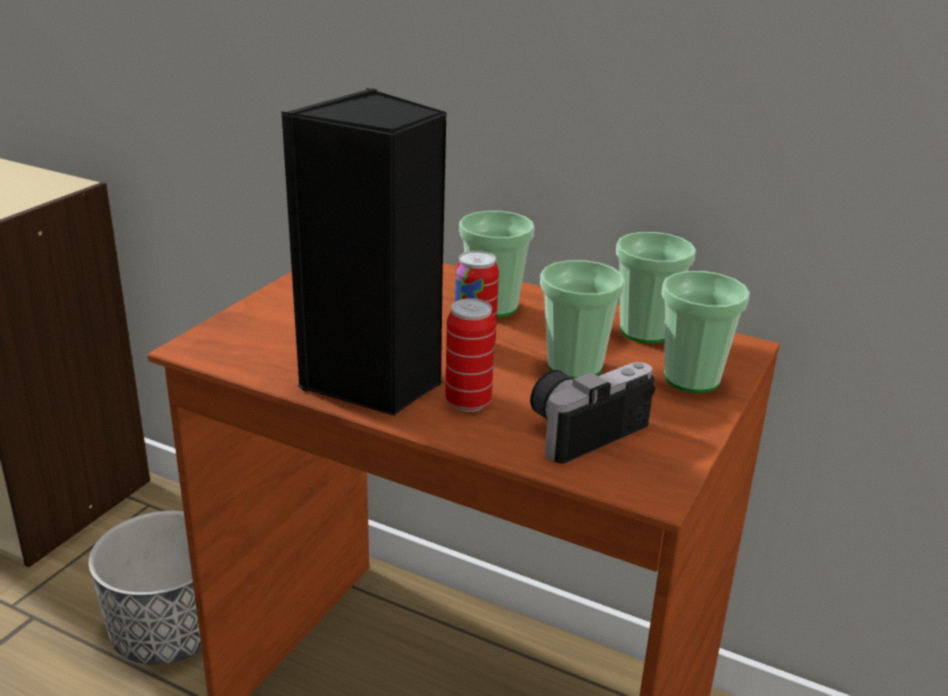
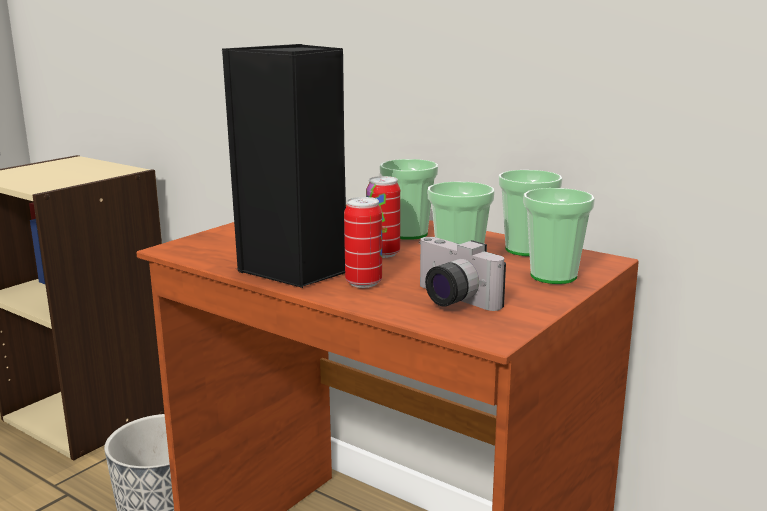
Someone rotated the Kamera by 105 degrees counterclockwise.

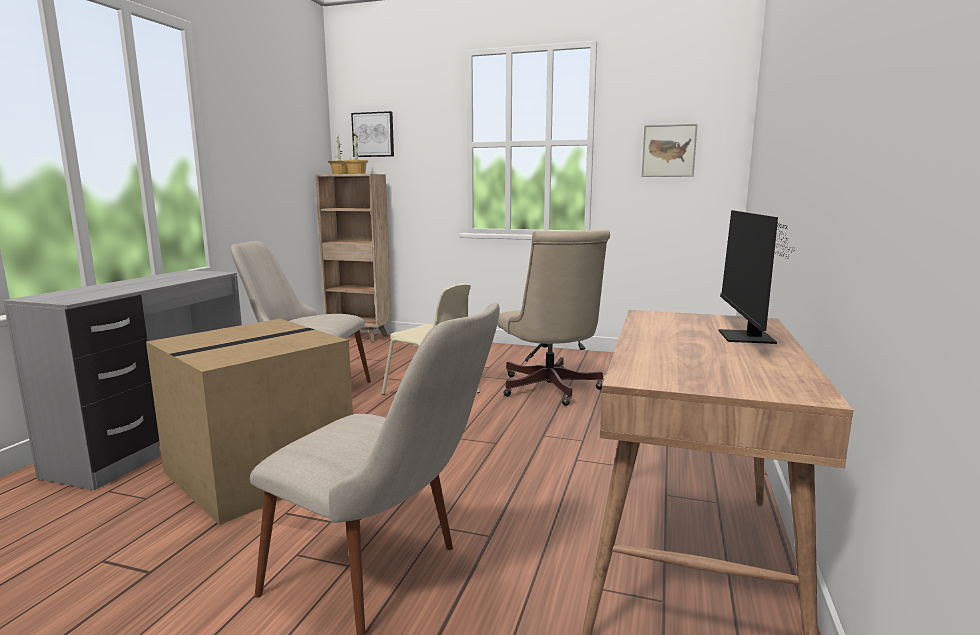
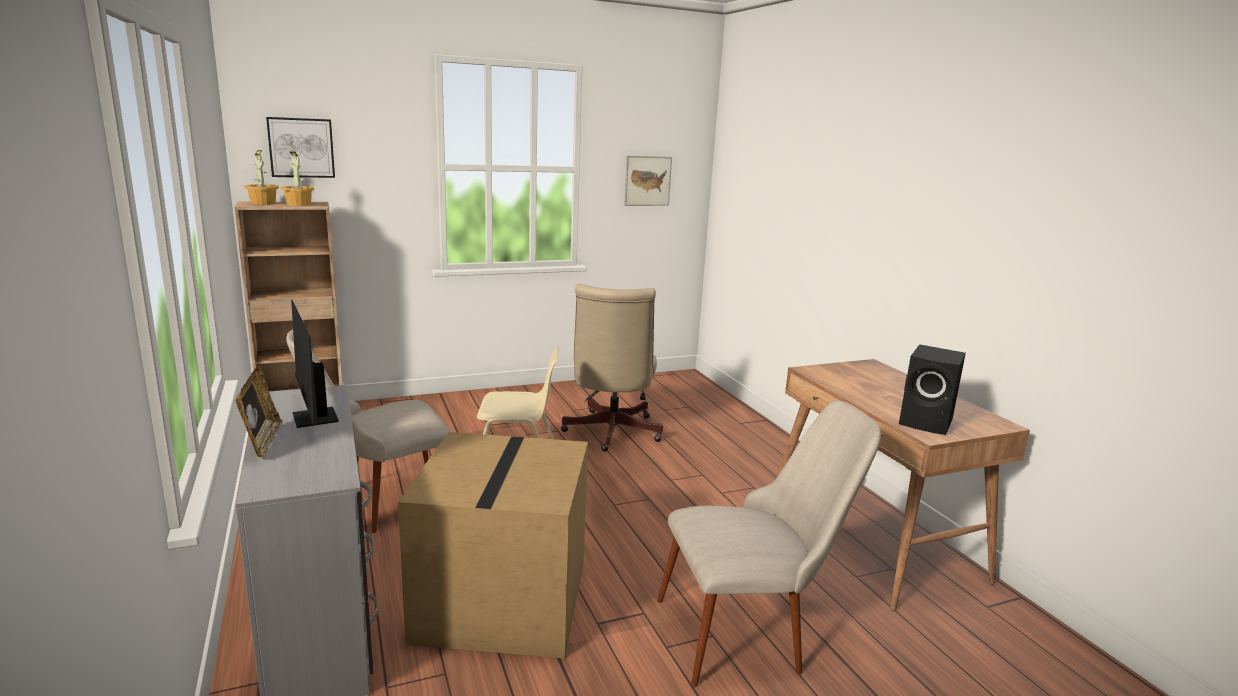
Someone rotated the Bürostuhl [beige] by 60 degrees clockwise. Someone carried the Monitor. Someone put down the Bilderrahmen. Someone put down the Lautsprecher [schwarz].

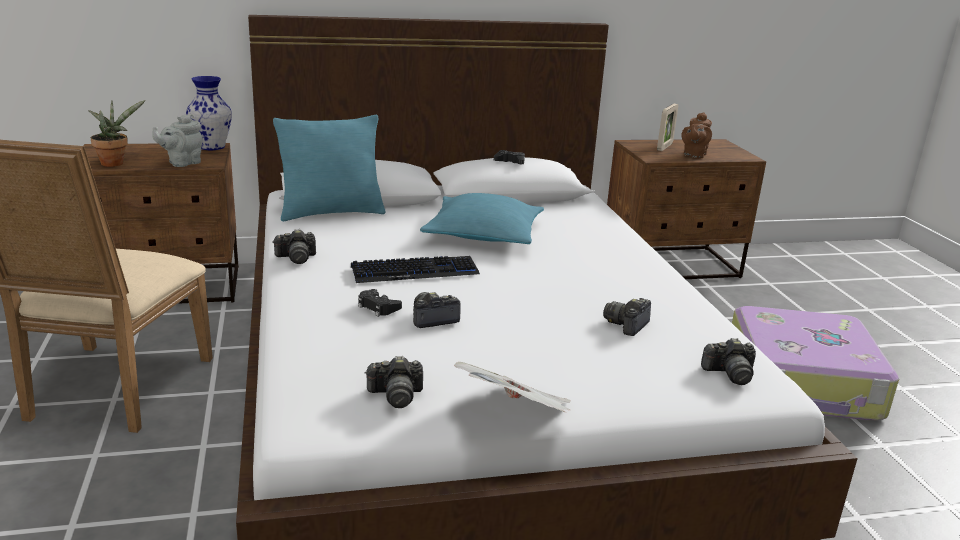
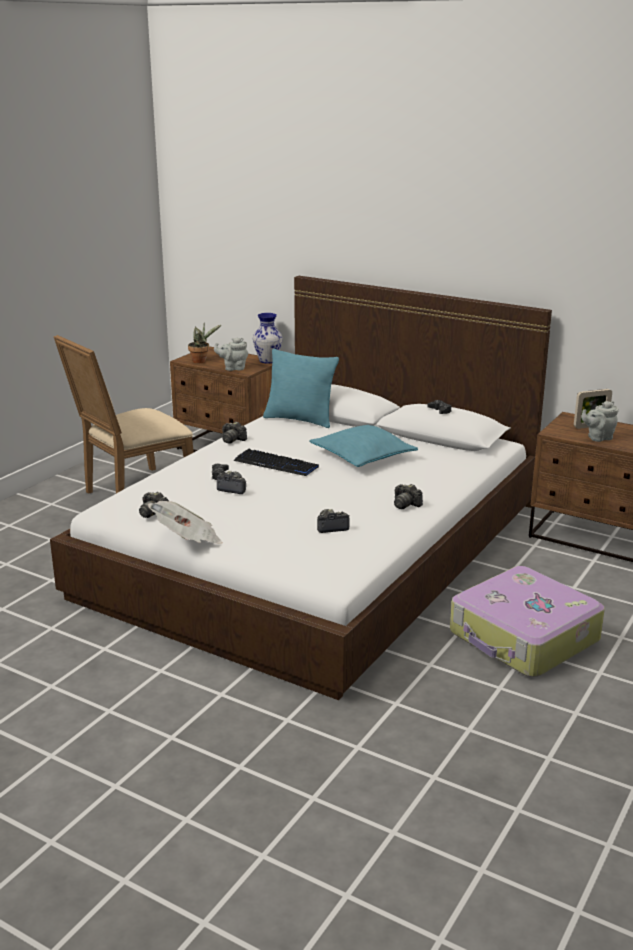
Someone repainted the Teekanne [braun], which became the Teekanne [grau] (no. 2 from left). Someone carried the Kamera (no. 5 from left).

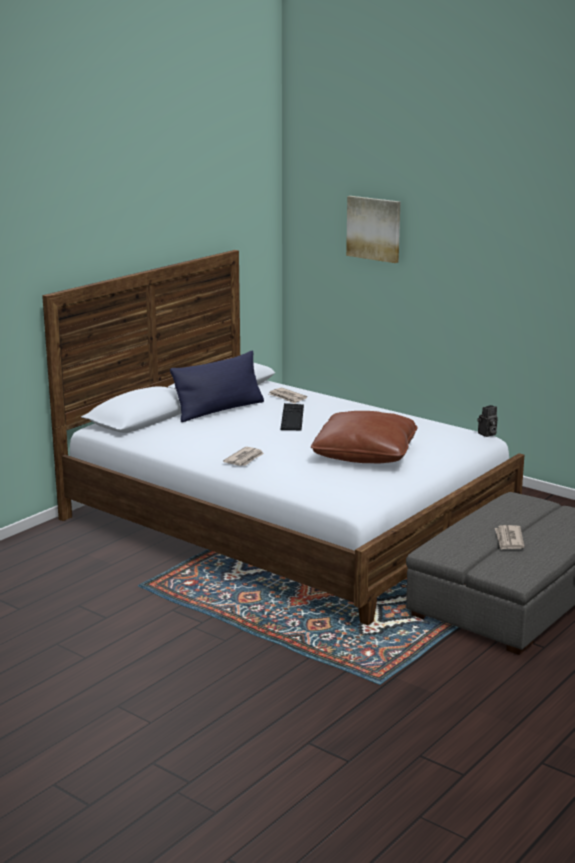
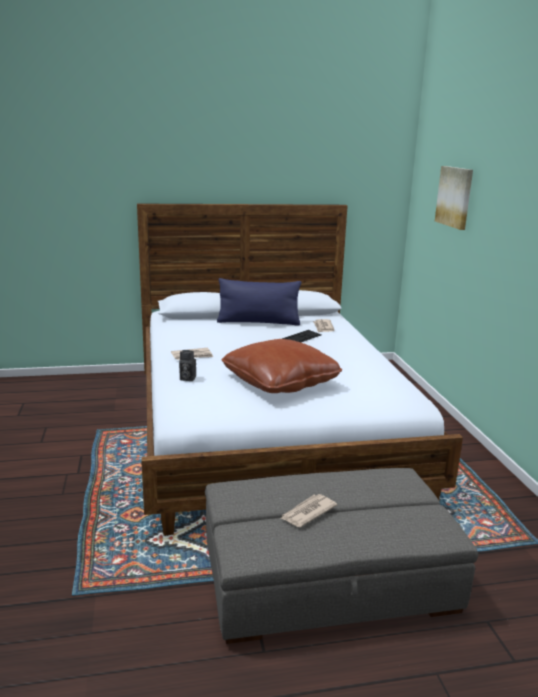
Someone carried the Kamera.

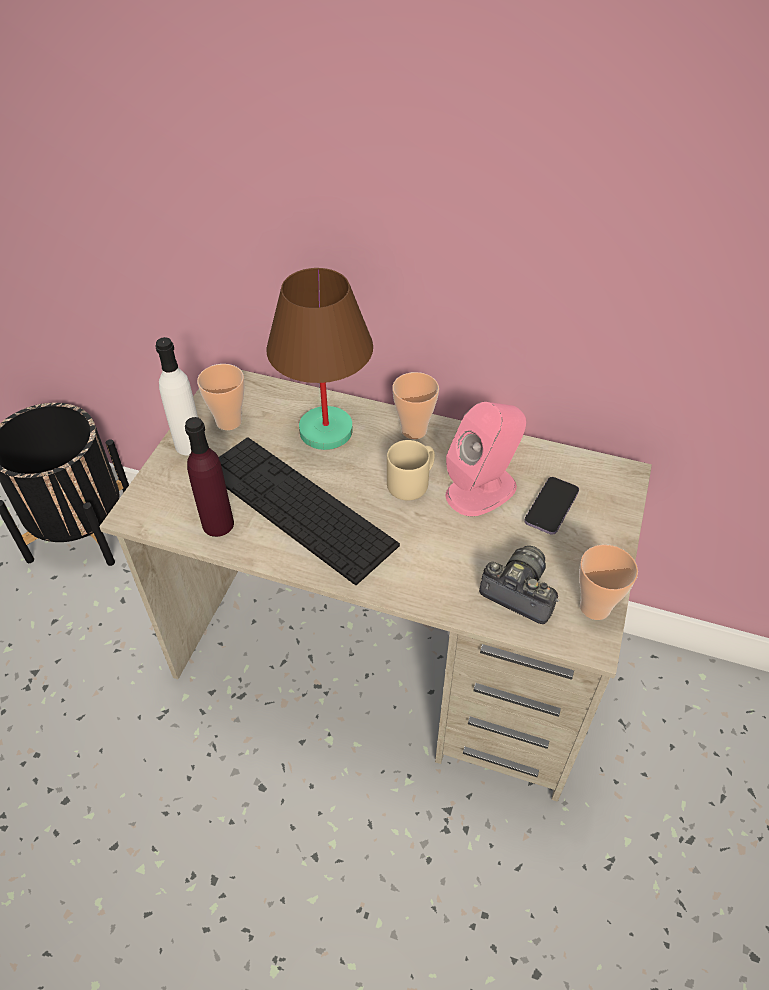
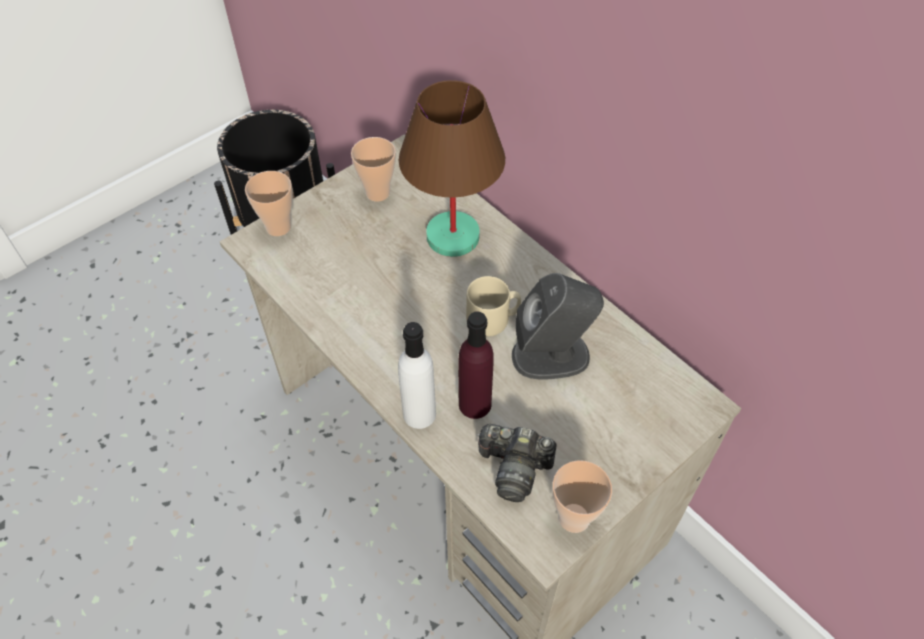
Someone carried the Flasche [weiß]. Someone carried the Flasche [lila]. Someone took away the Tastatur. Someone carried the Tasse (no. 2 from left in the first image). Someone repainted the Lautsprecher [rosa], which became the Lautsprecher [grau]. Someone rotated the Kamera by 135 degrees clockwise. Someone took away the Handy.

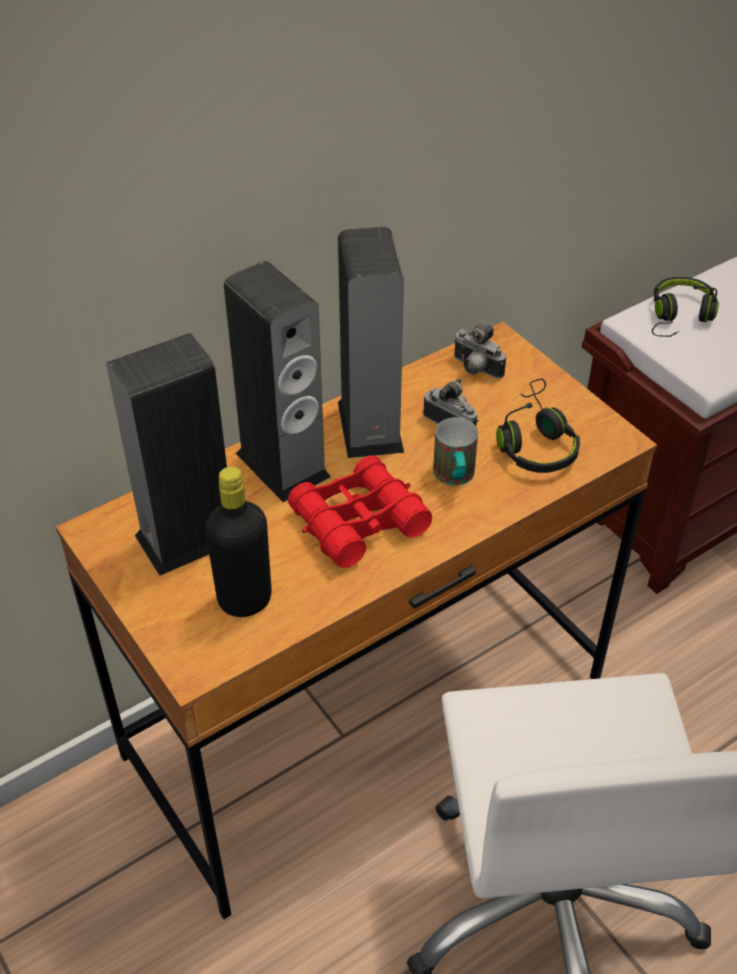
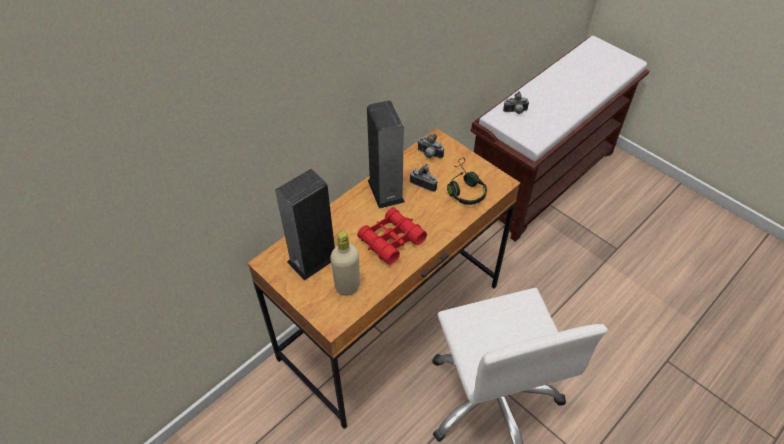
Someone repainted the Flasche [schwarz], which became the Flasche [beige]. Someone took away the Lautsprecher (no. 2 from left). Someone took away the Henkelbecher. Someone swapped the Kopfhörer [schwarz] (no. 2 from left) for the Kamera (no. 3 from left).

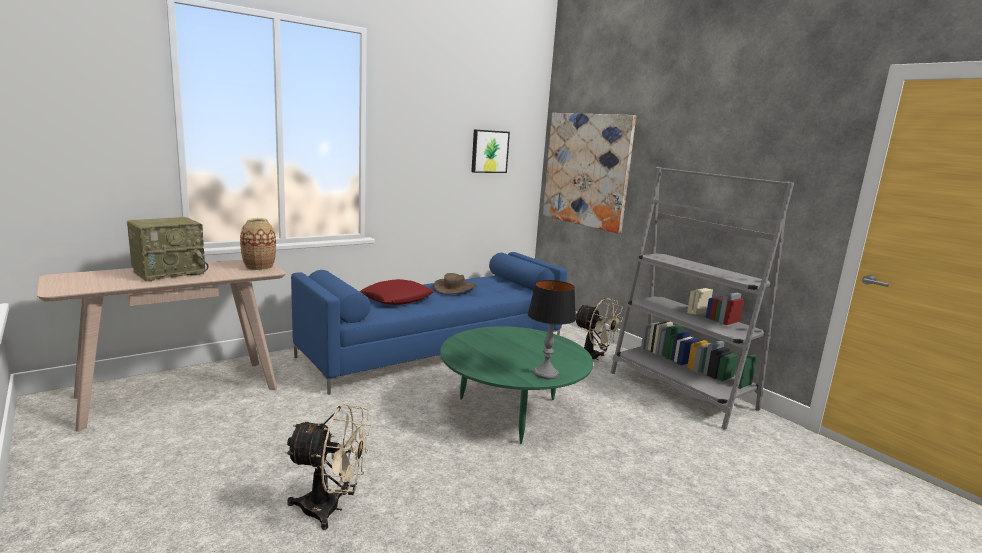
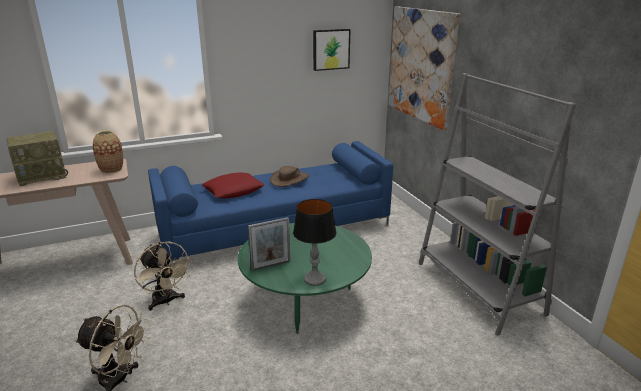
Someone carried the Ventilator [beige] (no. 2 from left). Someone put down the Bilderrahmen.

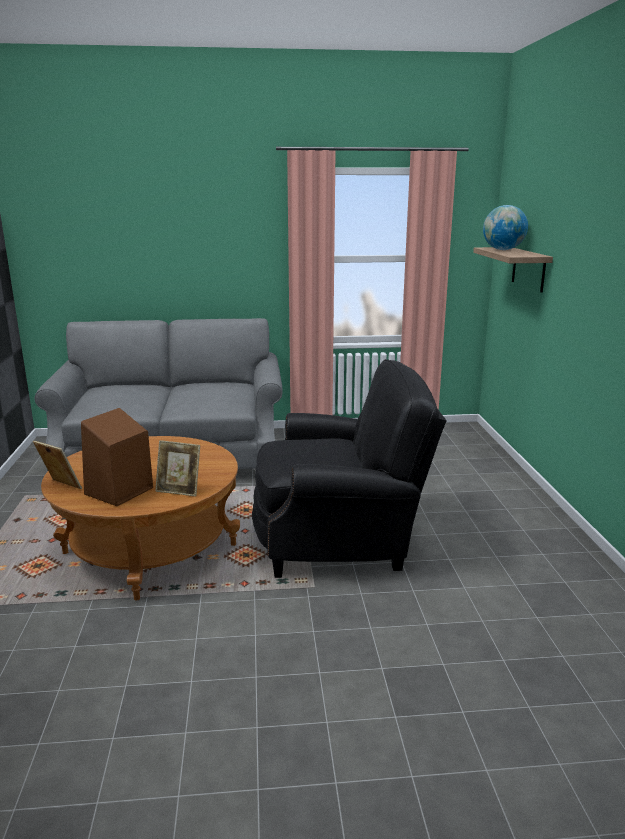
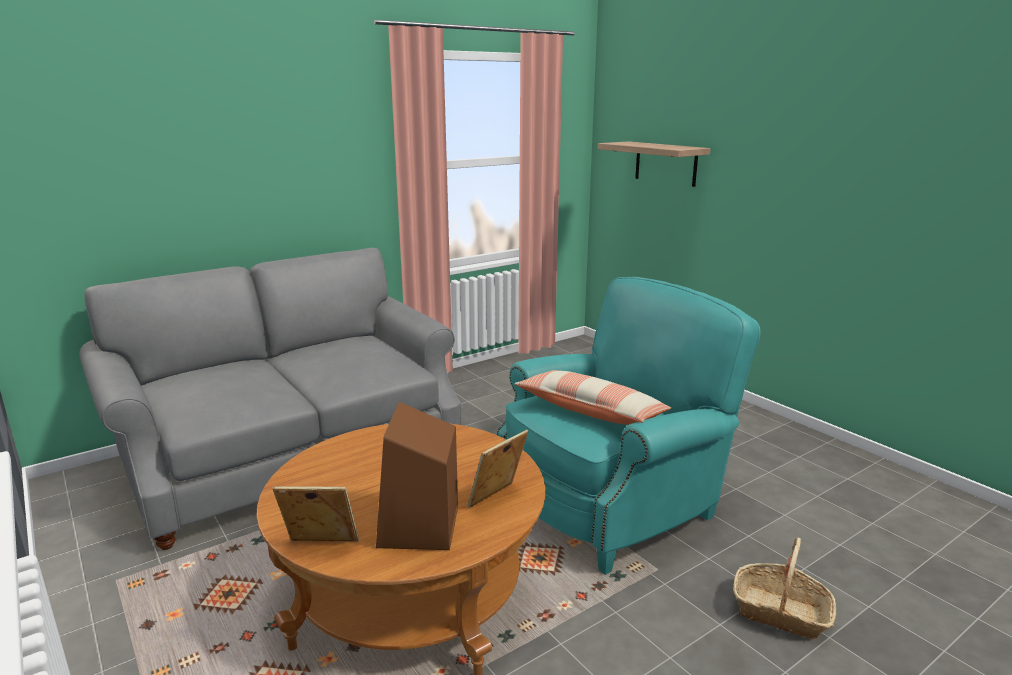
Someone rotated the Bilderrahmen (no. 2 from left) by 150 degrees clockwise. Someone repainted the Sessel [schwarz], which became the Sessel [türkis]. Someone took away the Globus. Someone put down the Kissen. Someone put down the Korb.

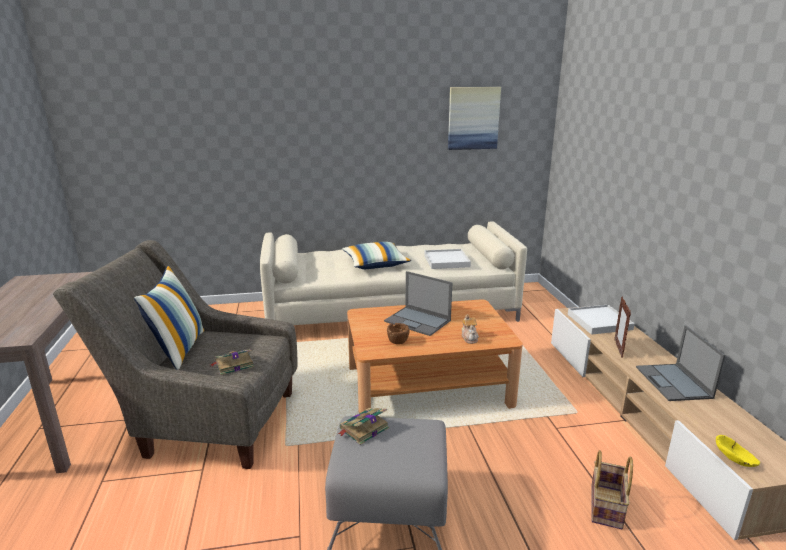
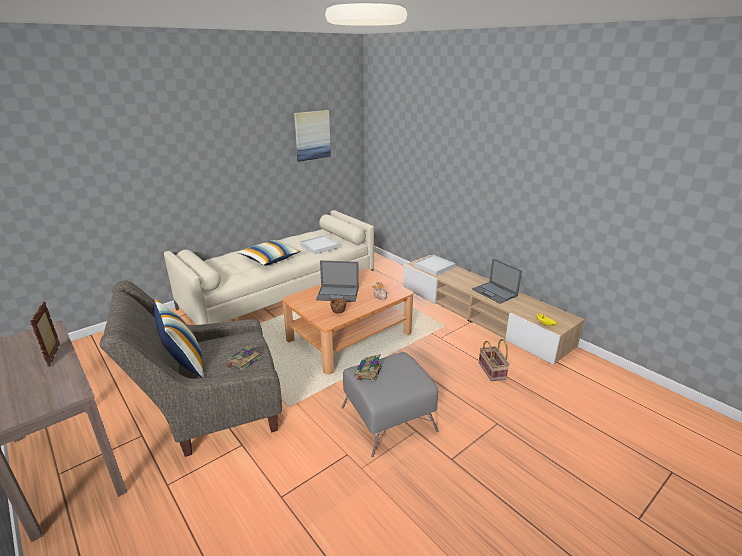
Someone carried the Bilderrahmen.

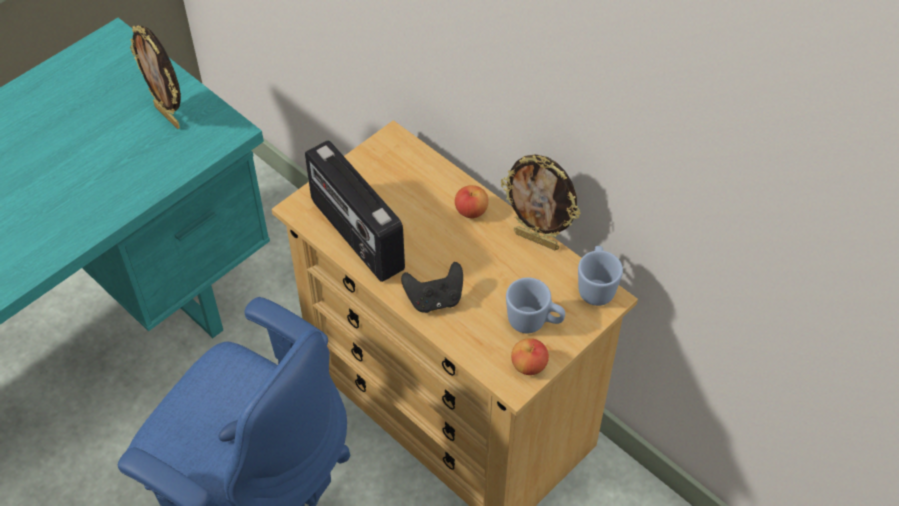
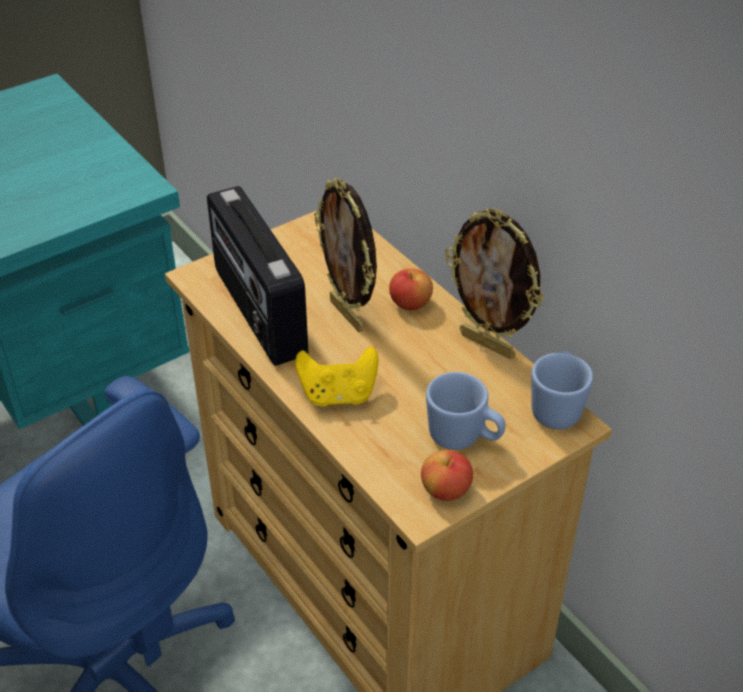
Someone carried the Bilderrahmen (no. 1 from left). Someone repainted the Gamepad [schwarz], which became the Gamepad [gelb].

